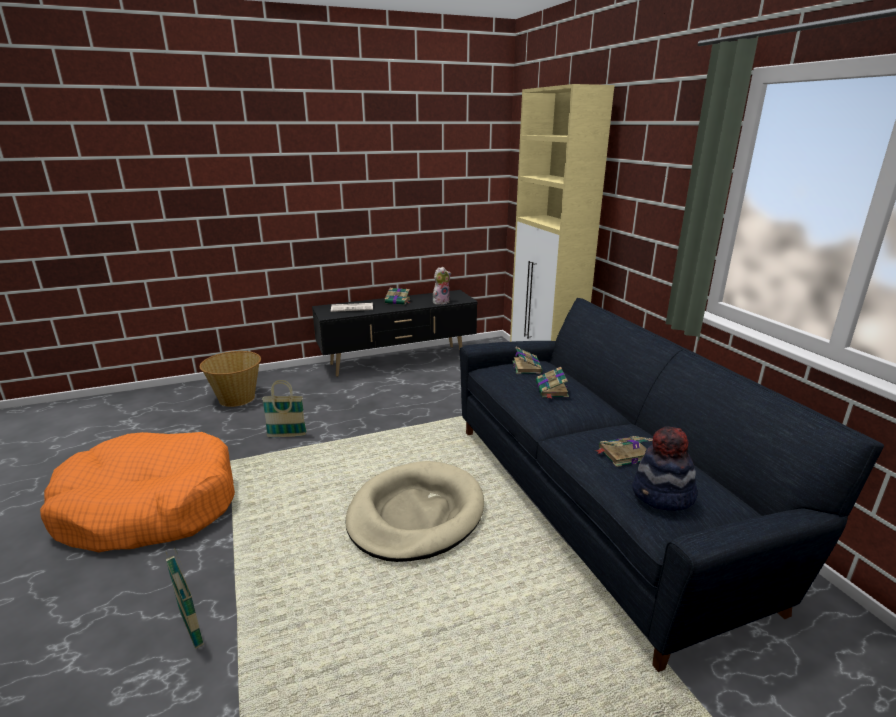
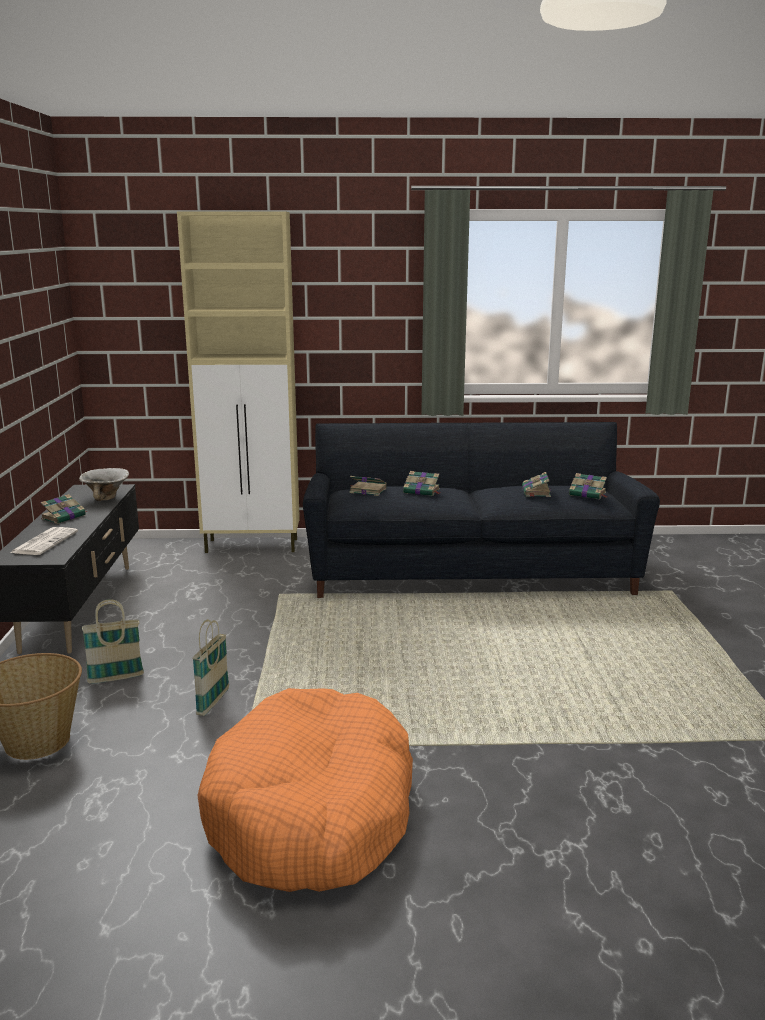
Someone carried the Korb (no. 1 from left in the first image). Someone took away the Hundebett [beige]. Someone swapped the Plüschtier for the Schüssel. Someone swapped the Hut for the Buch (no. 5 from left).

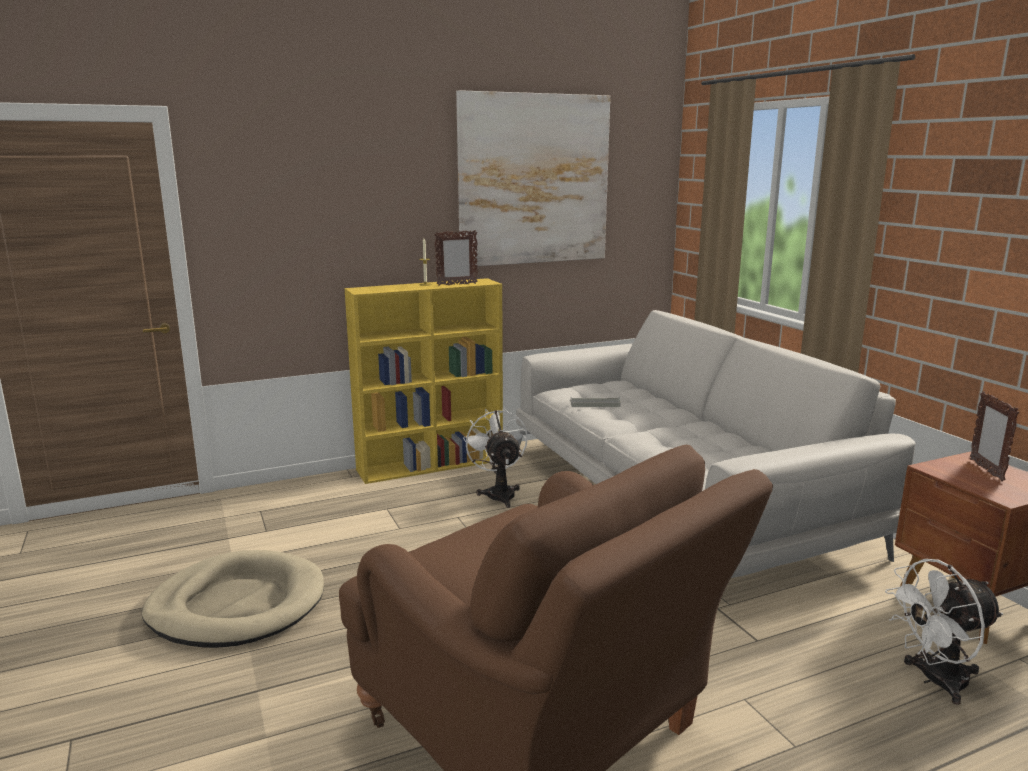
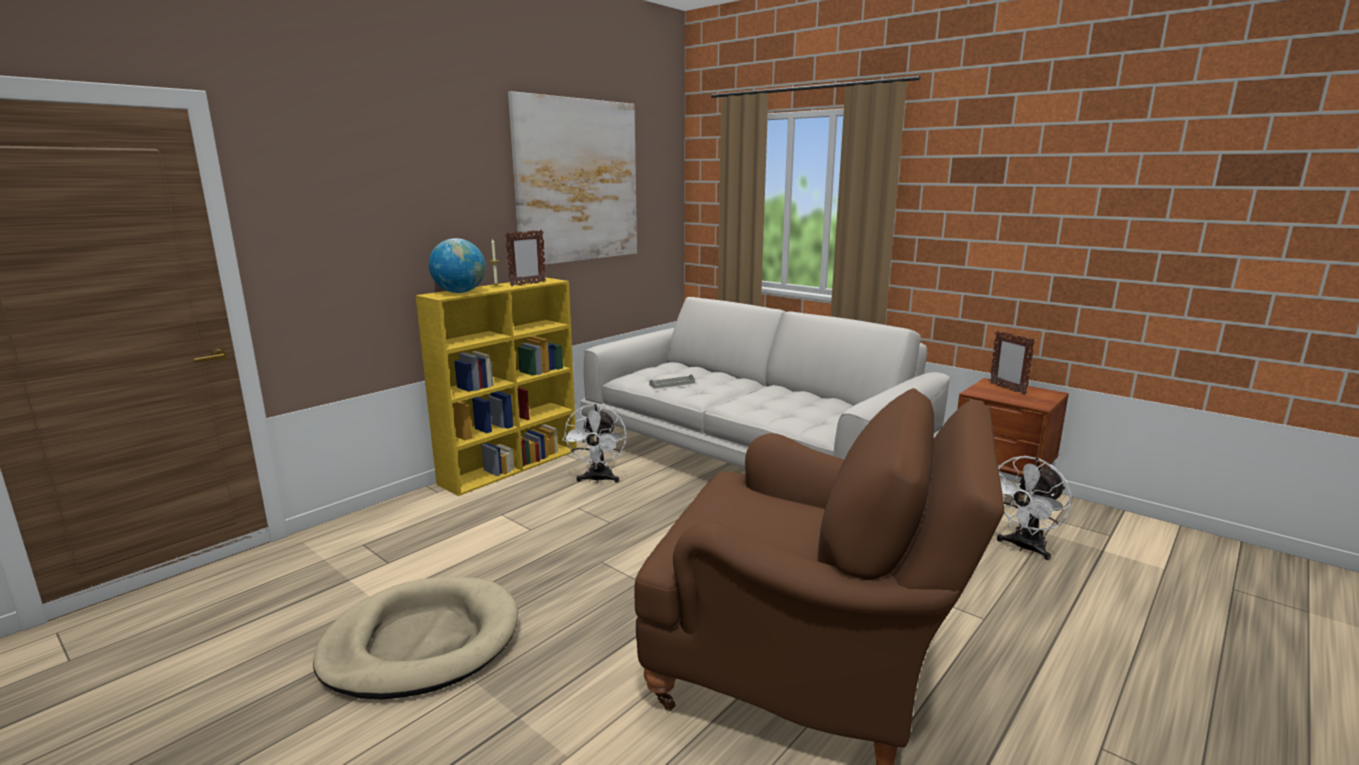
Someone rotated the Ventilator [weiß] (no. 1 from left) by 135 degrees counterclockwise. Someone put down the Globus.

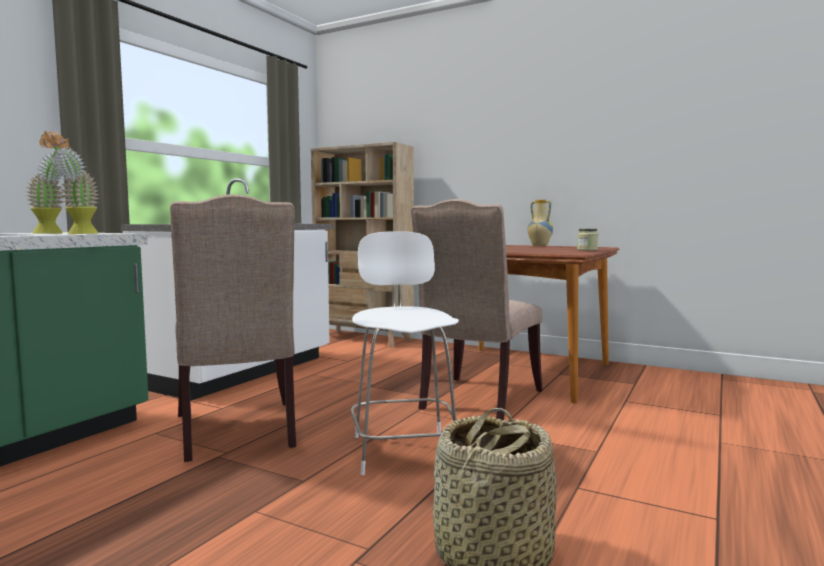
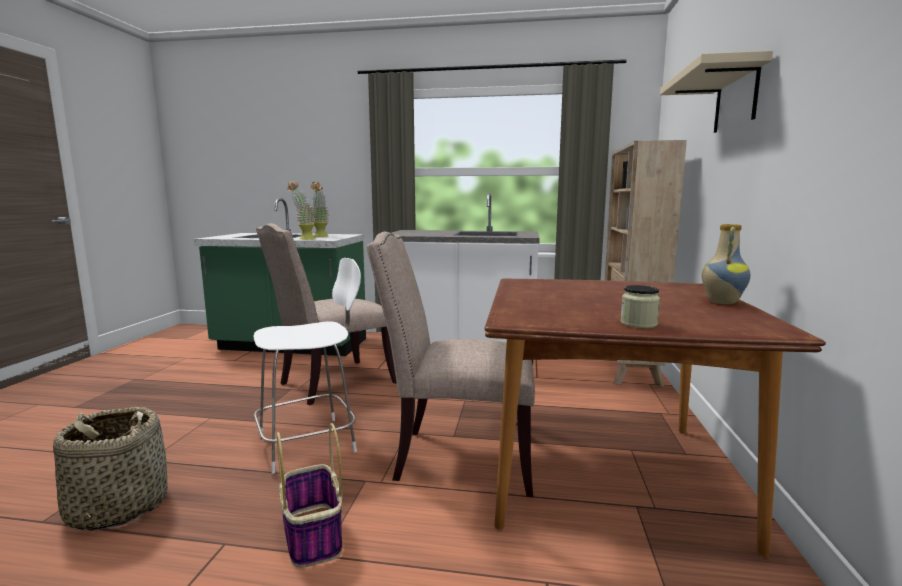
Someone put down the Korb (no. 2 from left). Someone put up the Wandregal [beige].

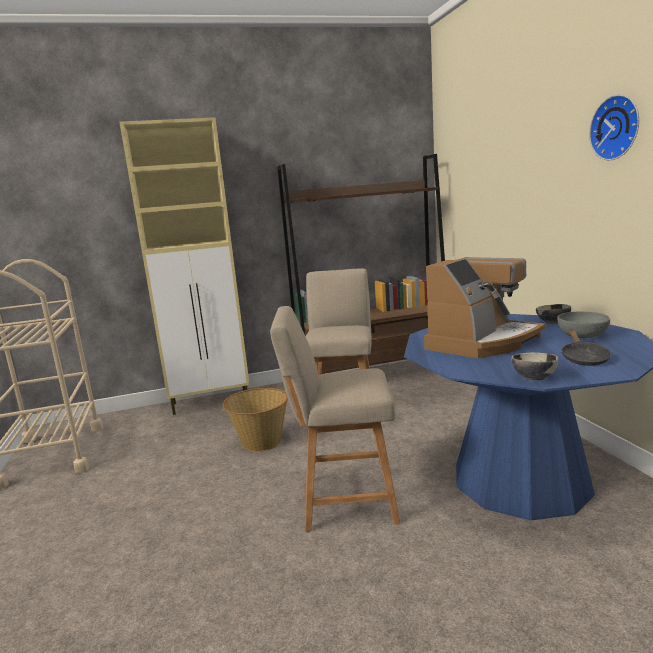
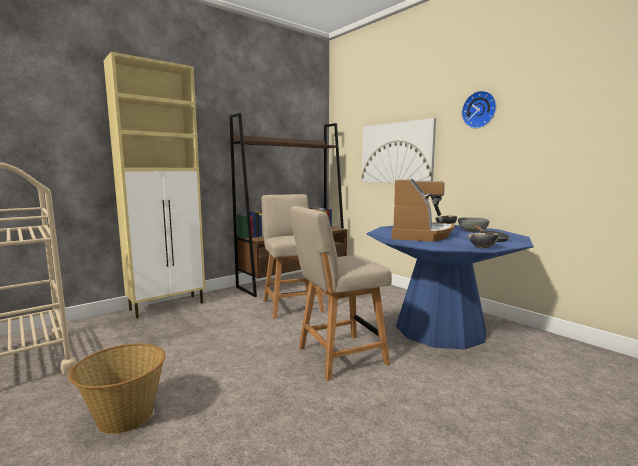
Someone carried the Korb. Someone put up the Bild.

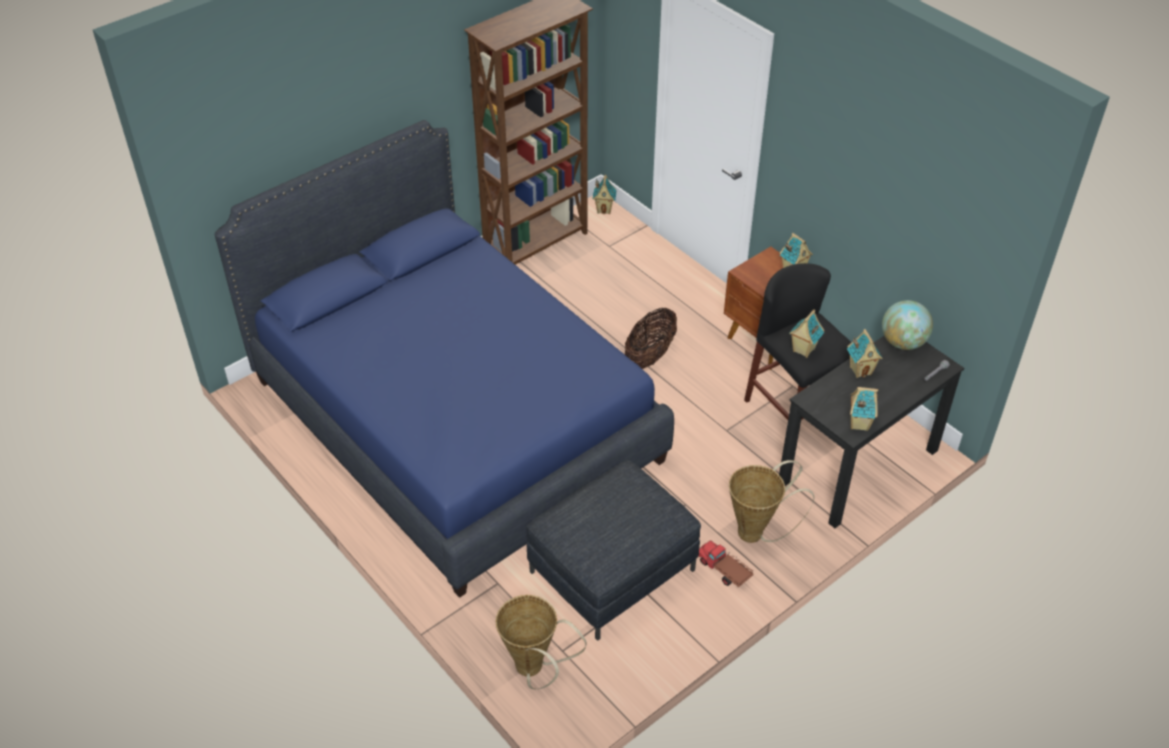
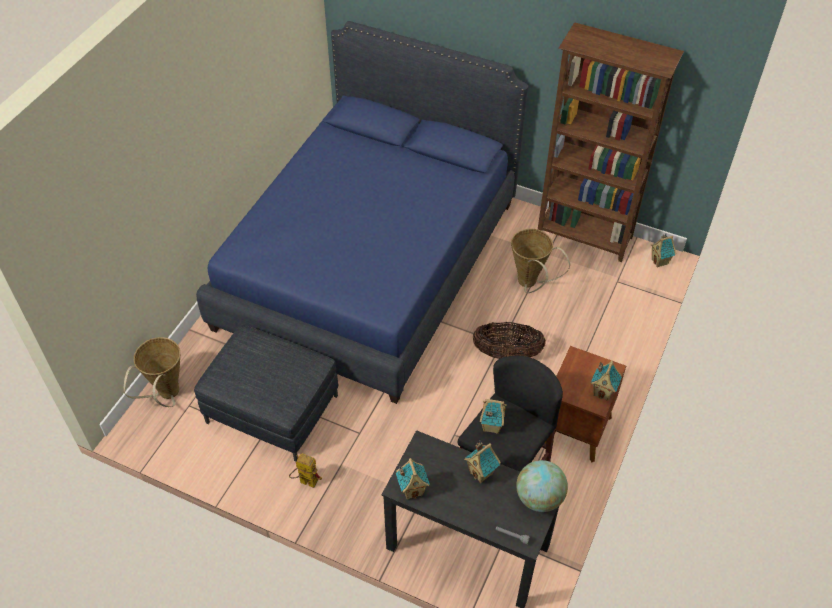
Someone swapped the Spielzeuglaster for the Spielzeugroboter. Someone carried the Korb (no. 3 from left).

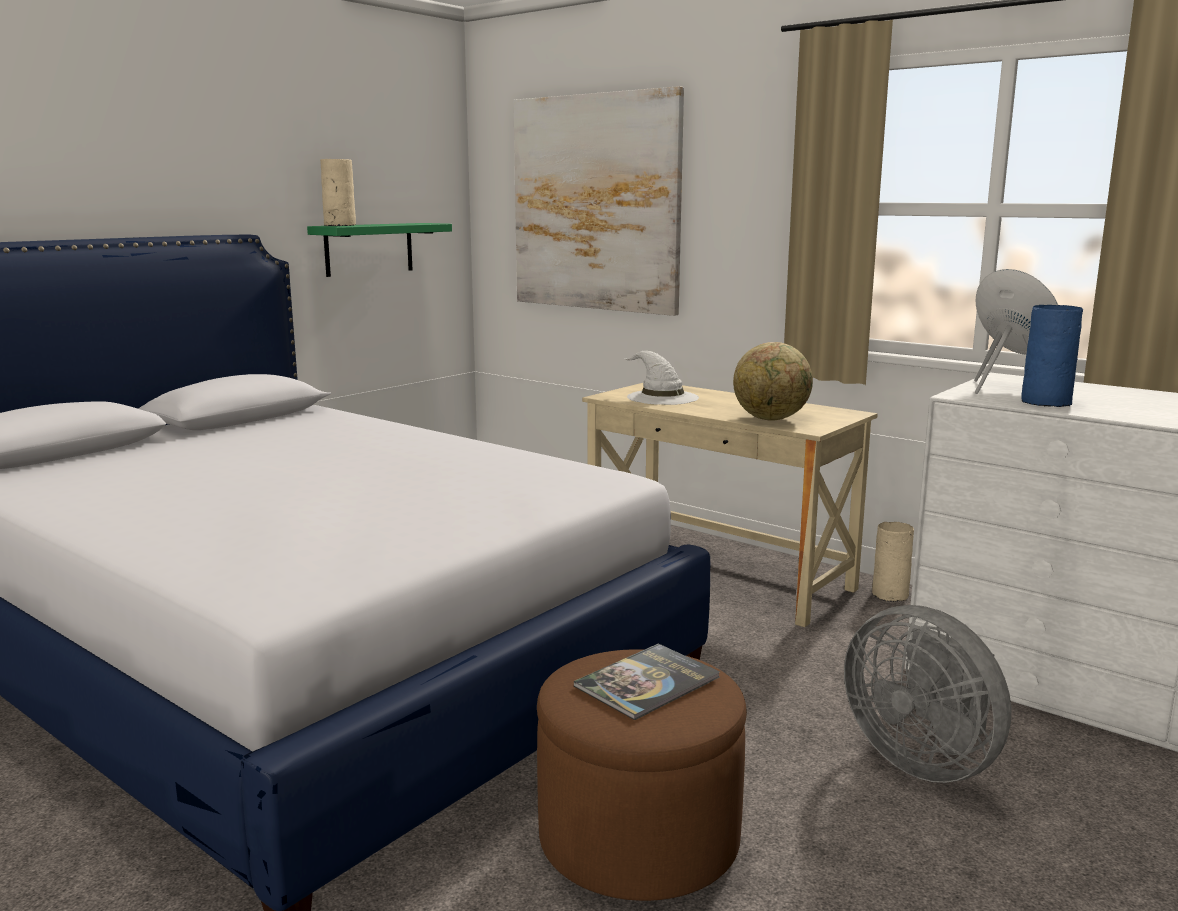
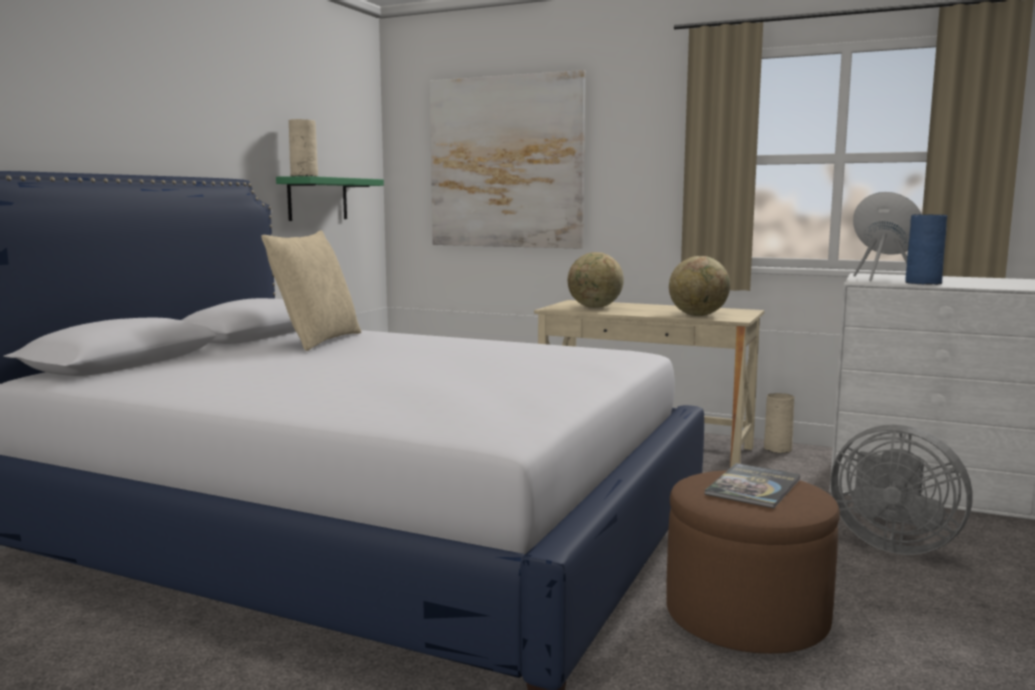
Someone swapped the Hut [weiß] for the Globus (no. 1 from left). Someone put down the Kissen [beige].

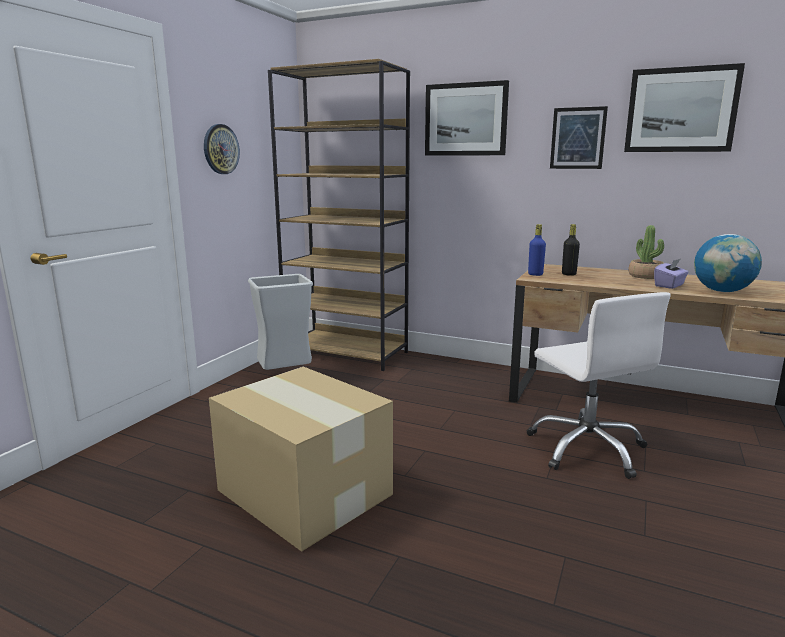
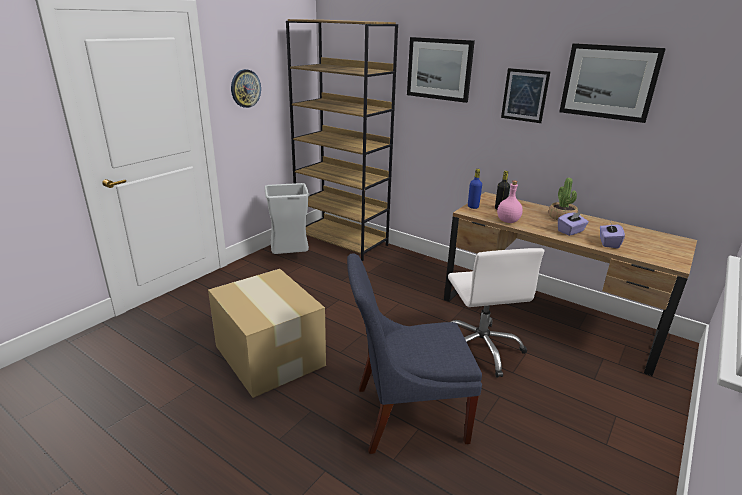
Someone swapped the Globus for the Taschentuchbox [lila] (no. 2 from left). Someone put down the Stuhl [blau]. Someone put down the Flasche [rosa].

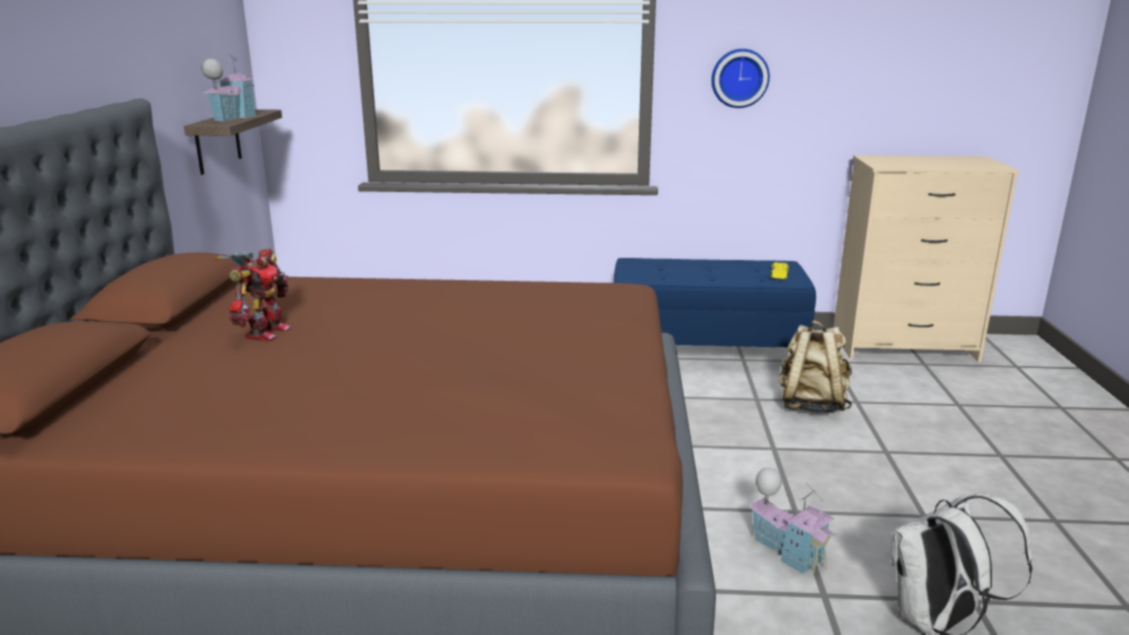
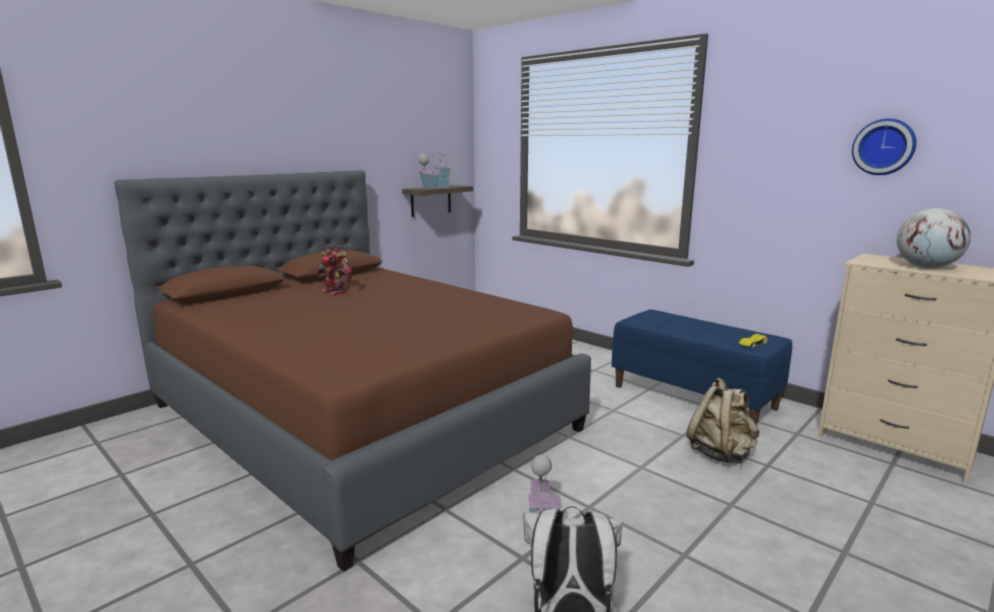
Someone rotated the Spielzeugroboter by 75 degrees clockwise. Someone carried the Wanduhr. Someone put down the Globus.

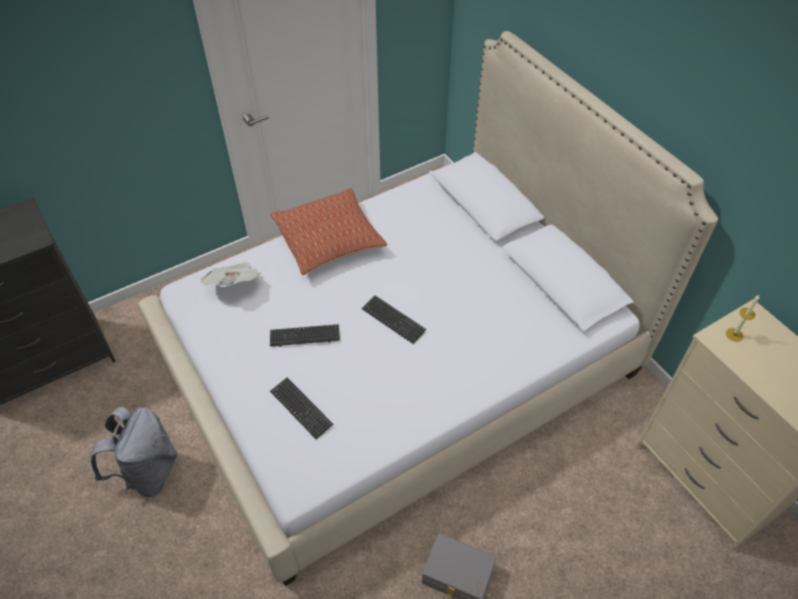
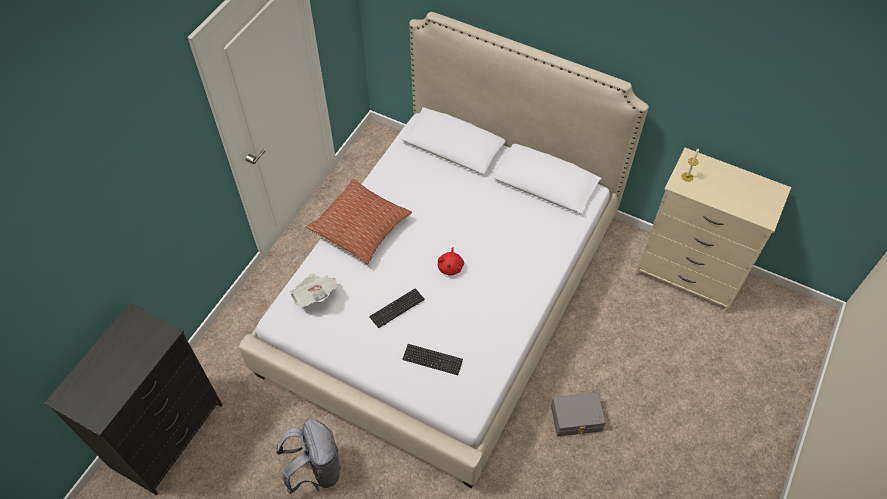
Someone swapped the Tastatur (no. 3 from left) for the Plüschtier [rot].

